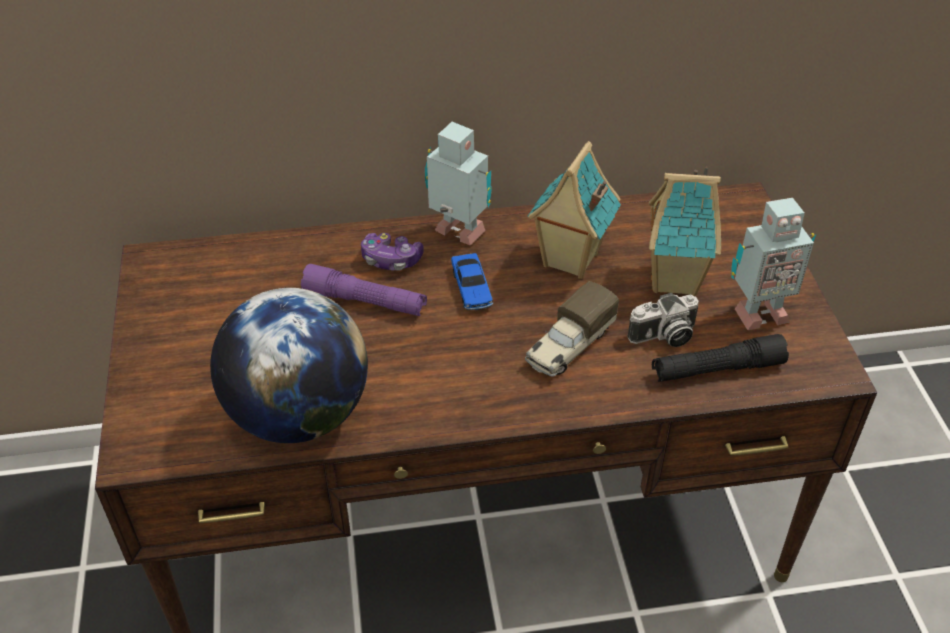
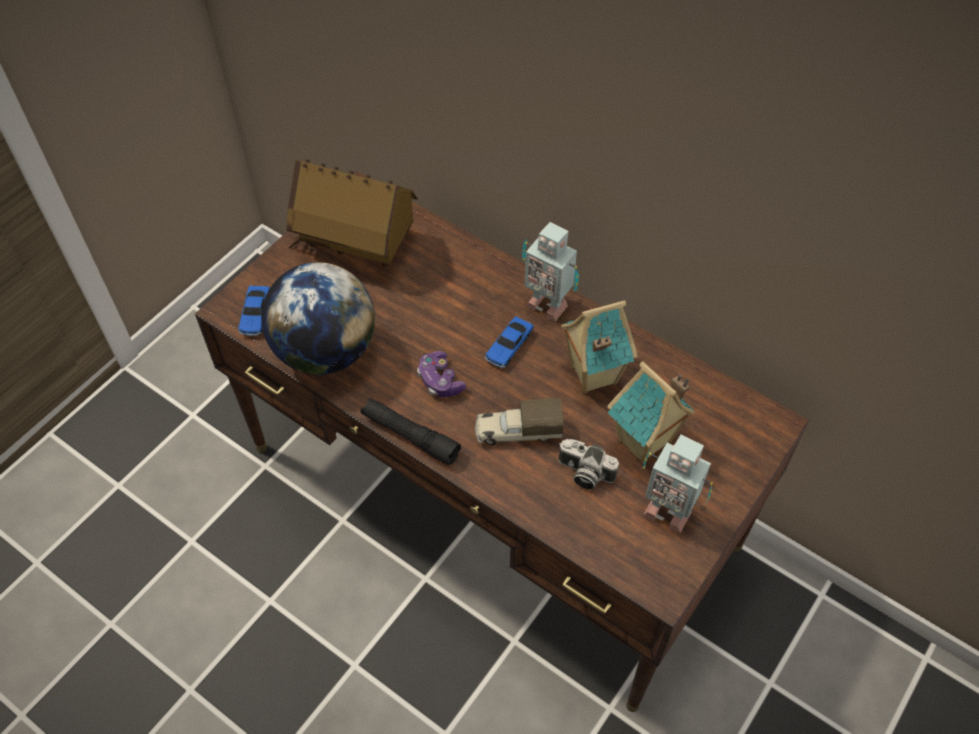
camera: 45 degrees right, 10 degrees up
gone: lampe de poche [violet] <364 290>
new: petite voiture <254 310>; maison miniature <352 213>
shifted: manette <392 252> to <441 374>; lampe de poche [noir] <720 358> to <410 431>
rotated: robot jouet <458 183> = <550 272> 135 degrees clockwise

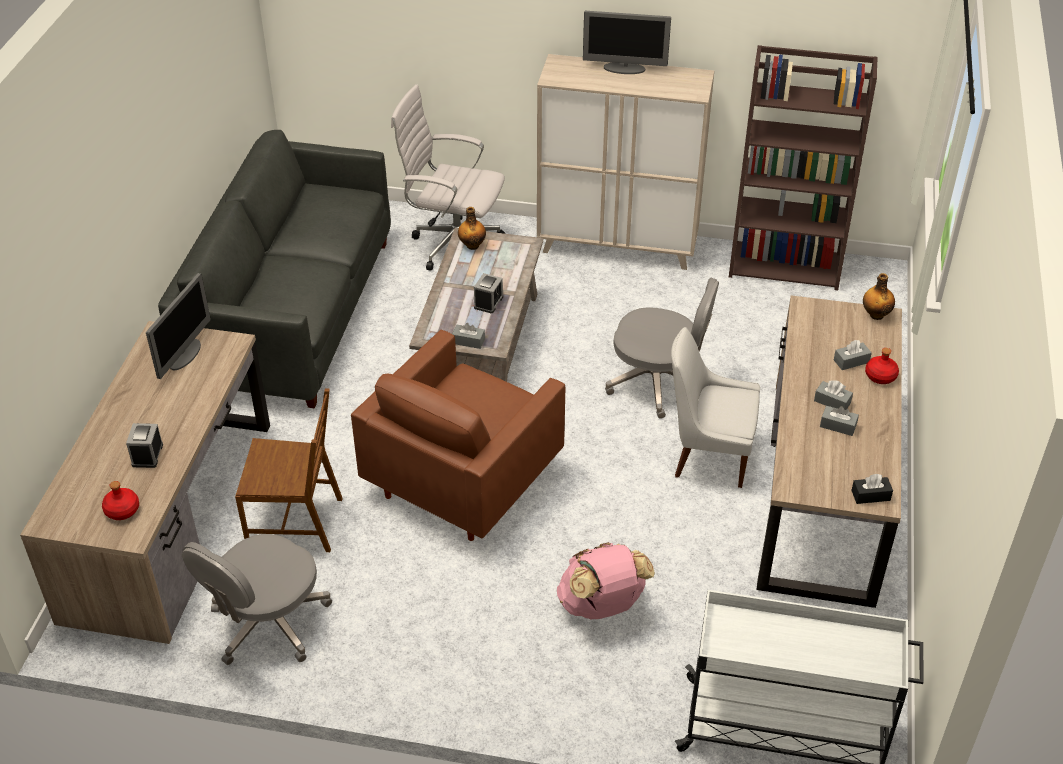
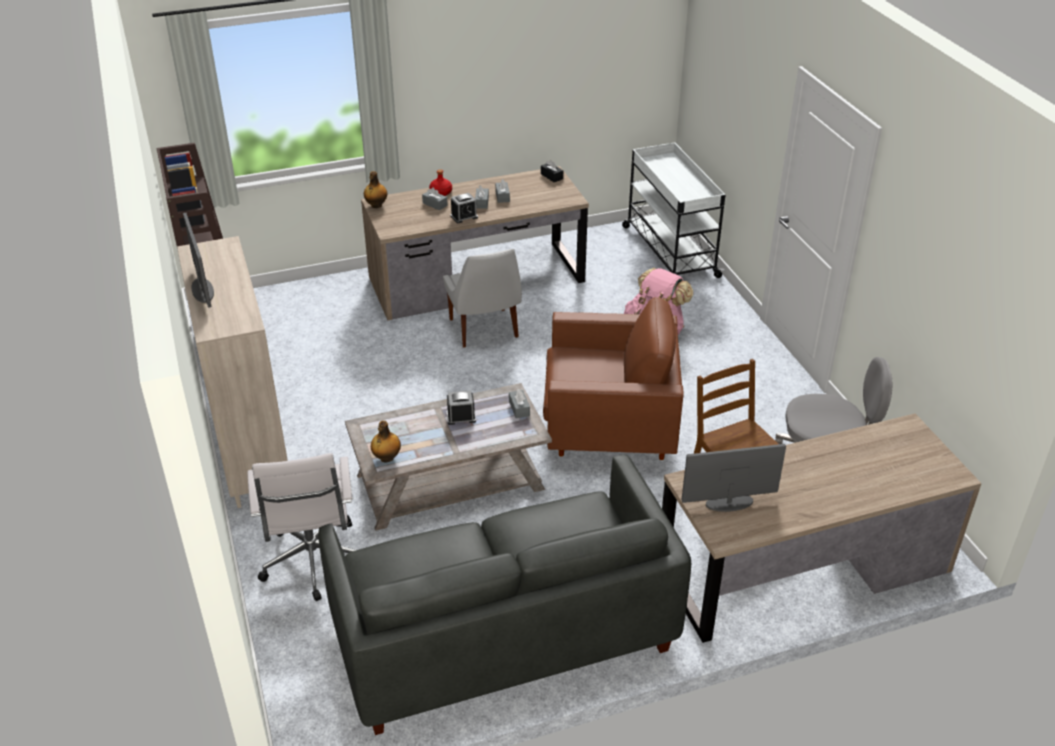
camera: 120 degrees left, 5 degrees down
gone: bouteille [rouge] <120 500>; chaise de bureau [gris] <662 348>
shifted: réveil <144 445> to <464 208>

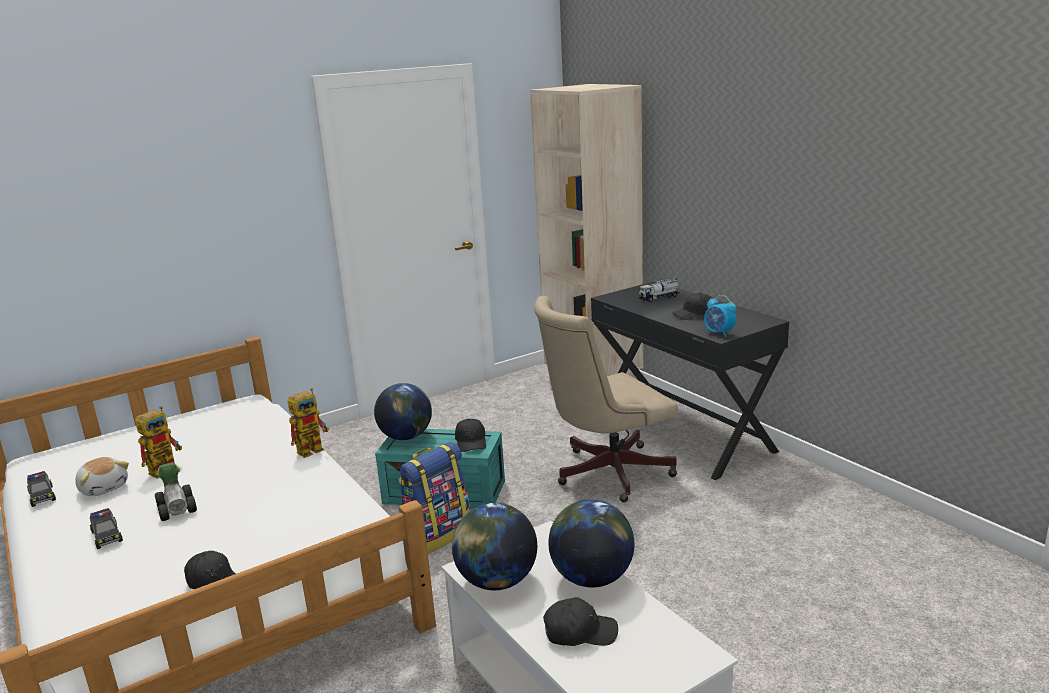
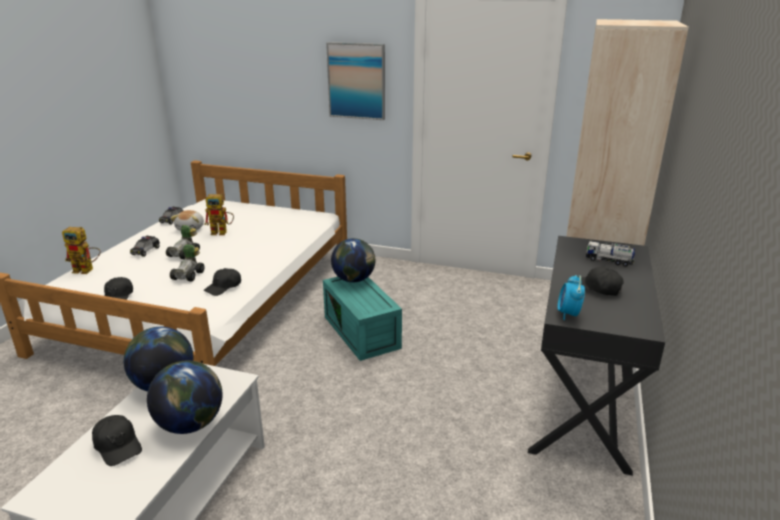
camera: 50 degrees right, 5 degrees up
gone: sac à dos <434 498>; chaise de bureau [beige] <606 399>
new: petite voiture <187 263>; tableau <355 81>
shifted: robot jouet <308 423> to <81 250>; casquette [noir] <470 435> to <222 282>

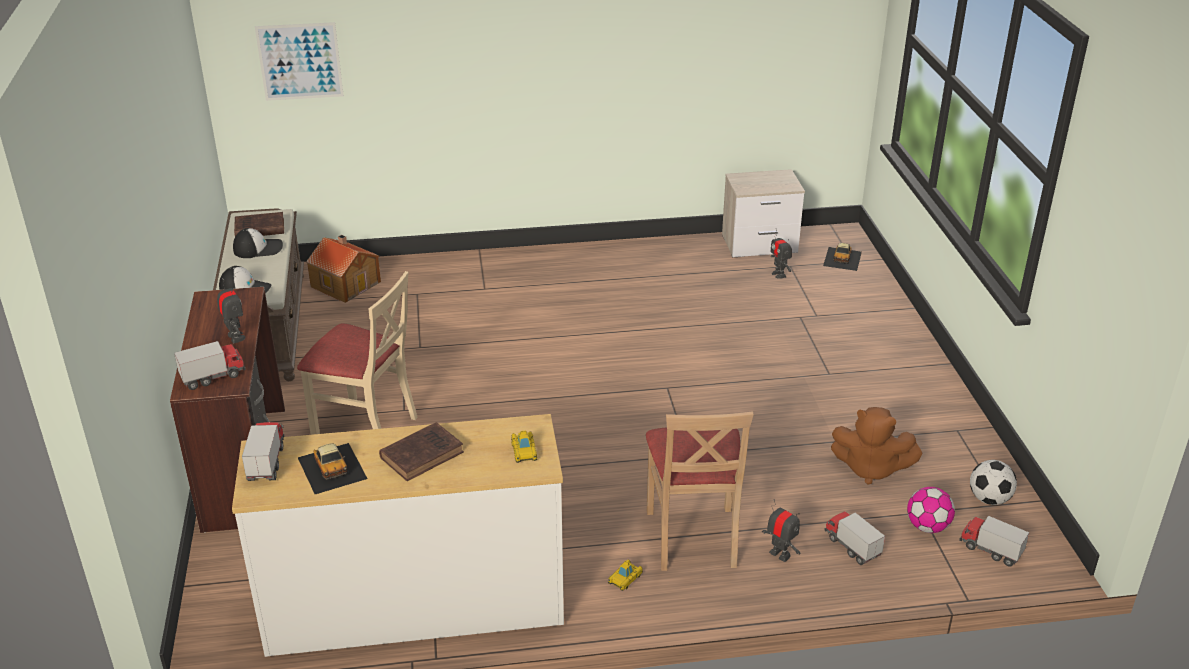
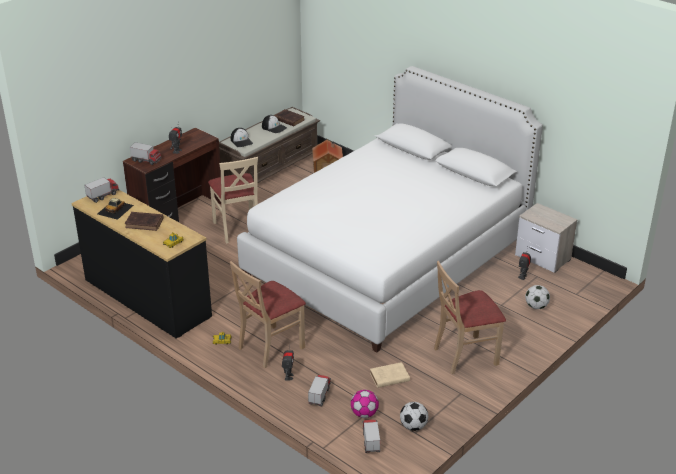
camera: 50 degrees right, 0 degrees up
gone: tableau <299 61>; petite voiture <842 257>
new: lit [blanc] <390 209>; chaise [beige] <470 317>; ballon de foot <537 297>
swapped: peluche [marron] <877 446> to livre [beige] <390 375>
repainted: commode [blanc] <398 535> to commode [noir] <142 264>

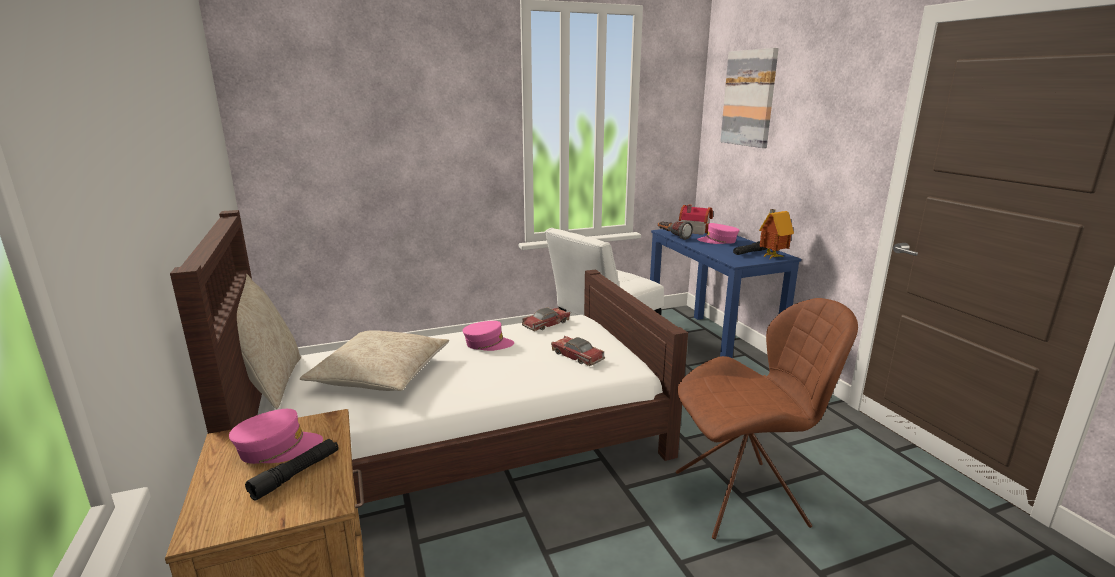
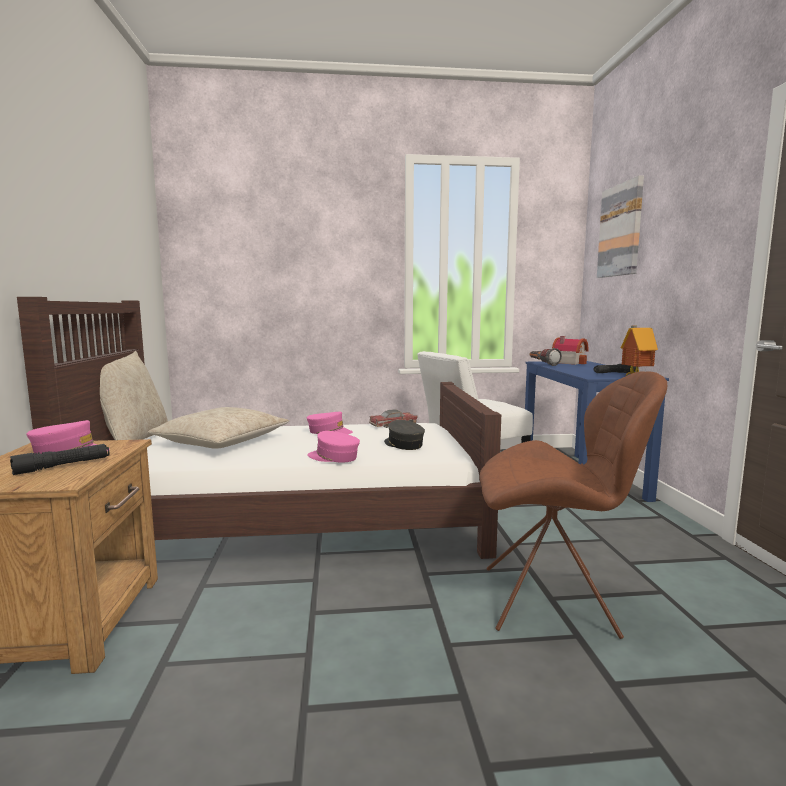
camera: 15 degrees right, 10 degrees down
shifted: casquette [rose] <718 233> to <333 446>
swapped: petite voiture <578 351> to casquette [gris] <404 435>

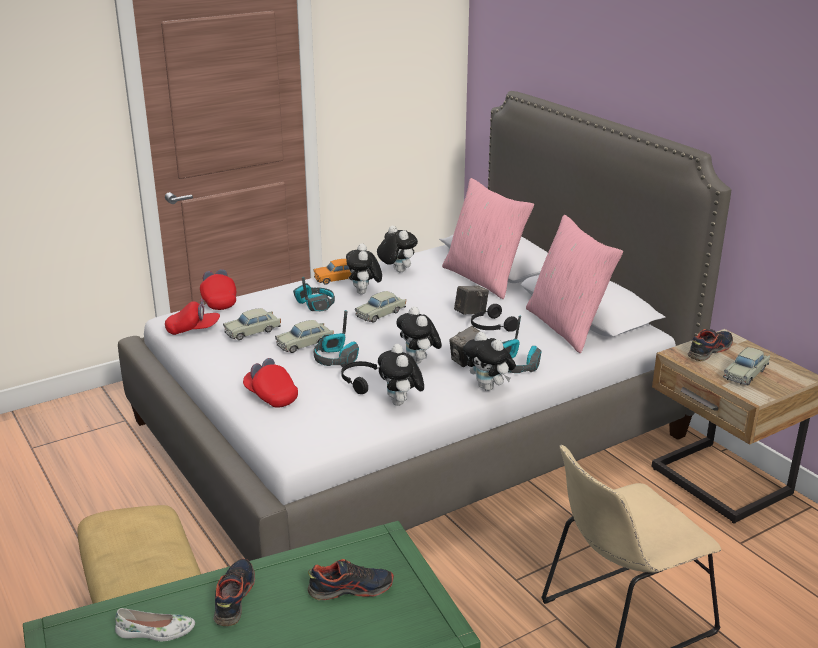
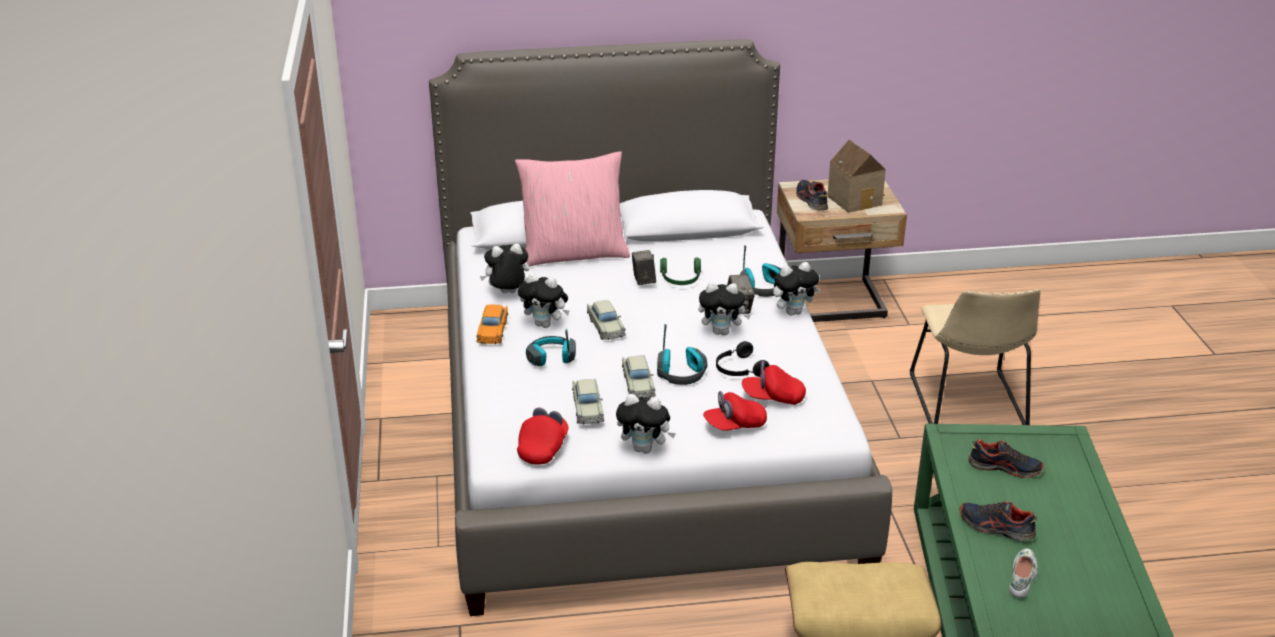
camera: 65 degrees left, 5 degrees up
gone: coussin [rose] <574 284>
shifted: casquette [rouge] <218 289> to <774 383>; peluche <401 375> to <646 424>
swapped: petite voiture [beige] <746 366> to maison miniature <856 176>
repainted: casque audio [noir] <494 318> to casque audio [vert] <680 271>
rotated: chaussure <351 580> = <1006 458> 90 degrees clockwise

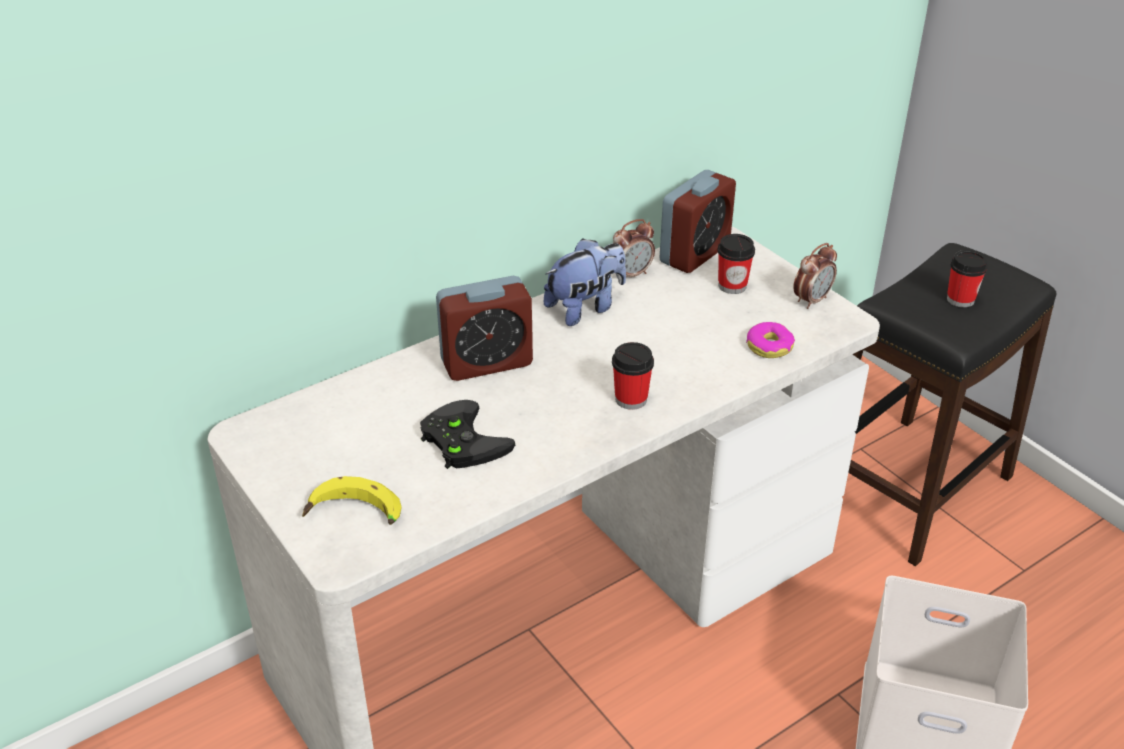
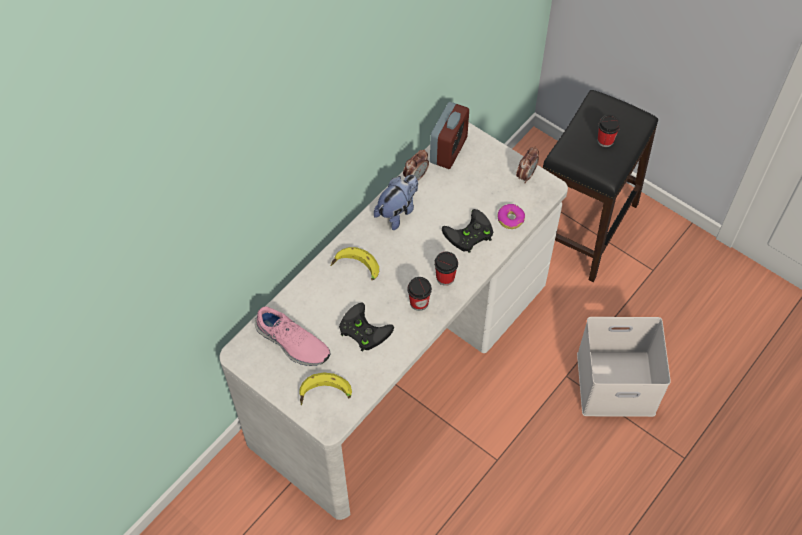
camera: 15 degrees left, 20 degrees up
new: chaussure [rose] <292 336>; manette [noir] <467 231>
shifted: tasse <736 264> to <419 294>
swapped: réveil <484 328> to banane <355 263>

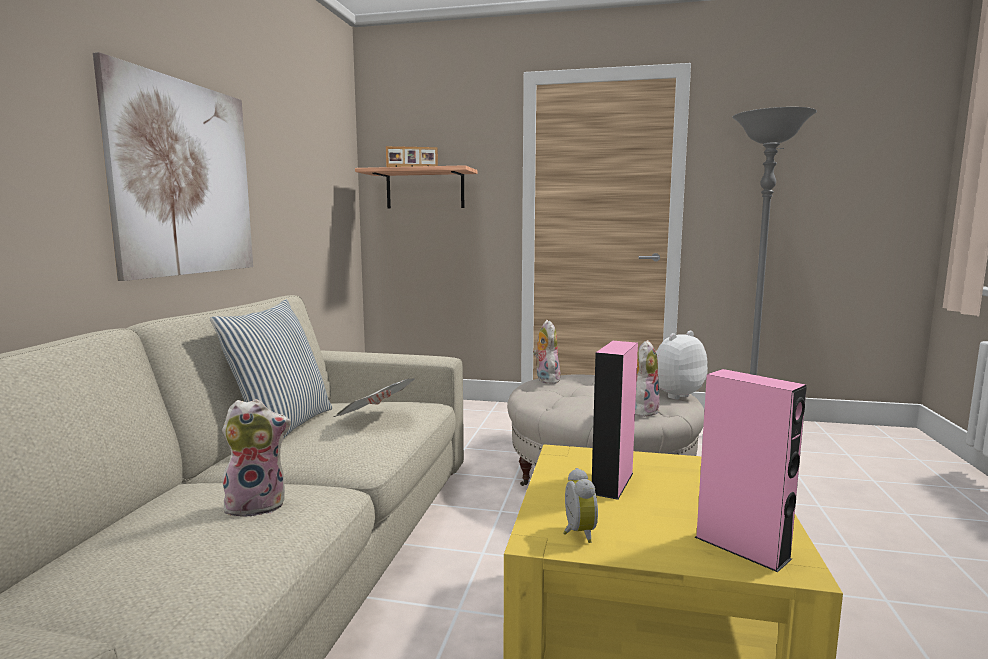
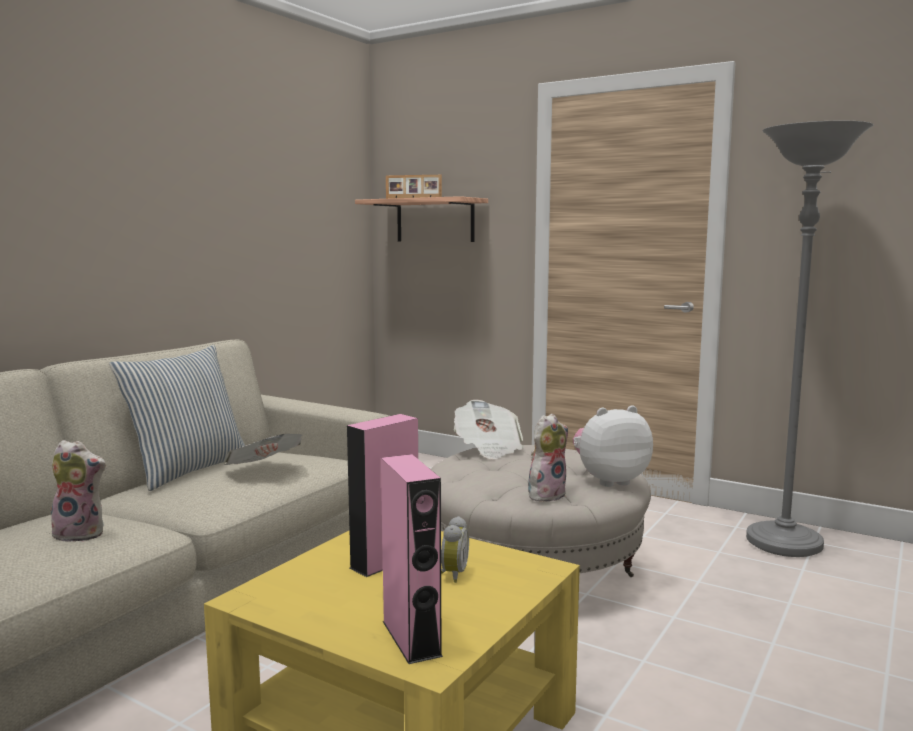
camera: 20 degrees right, 0 degrees up
gone: tableau <173 166>
shifted: réveil <580 505> to <455 549>
swapped: peluche <546 352> to journal <489 429>

